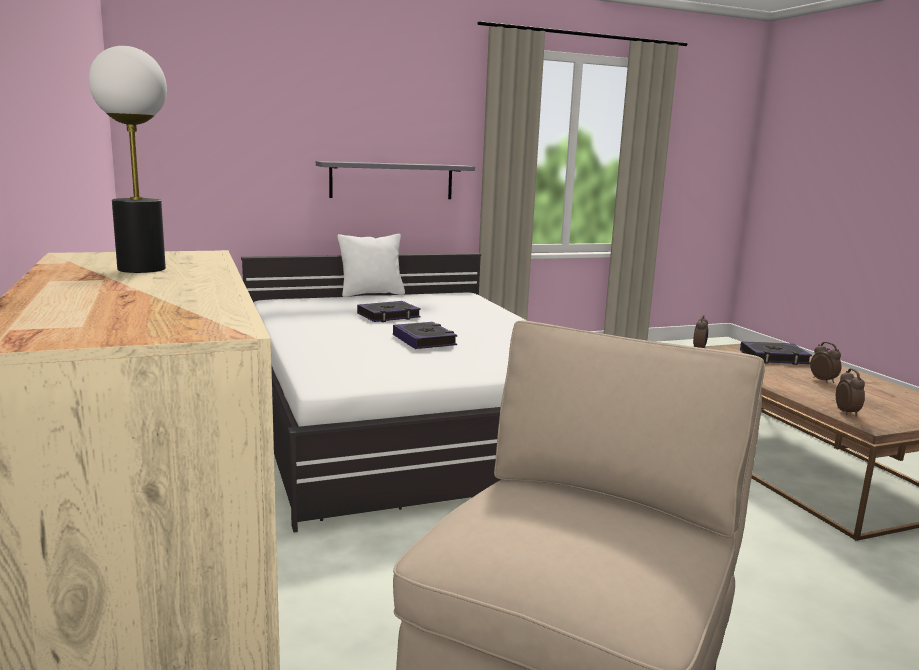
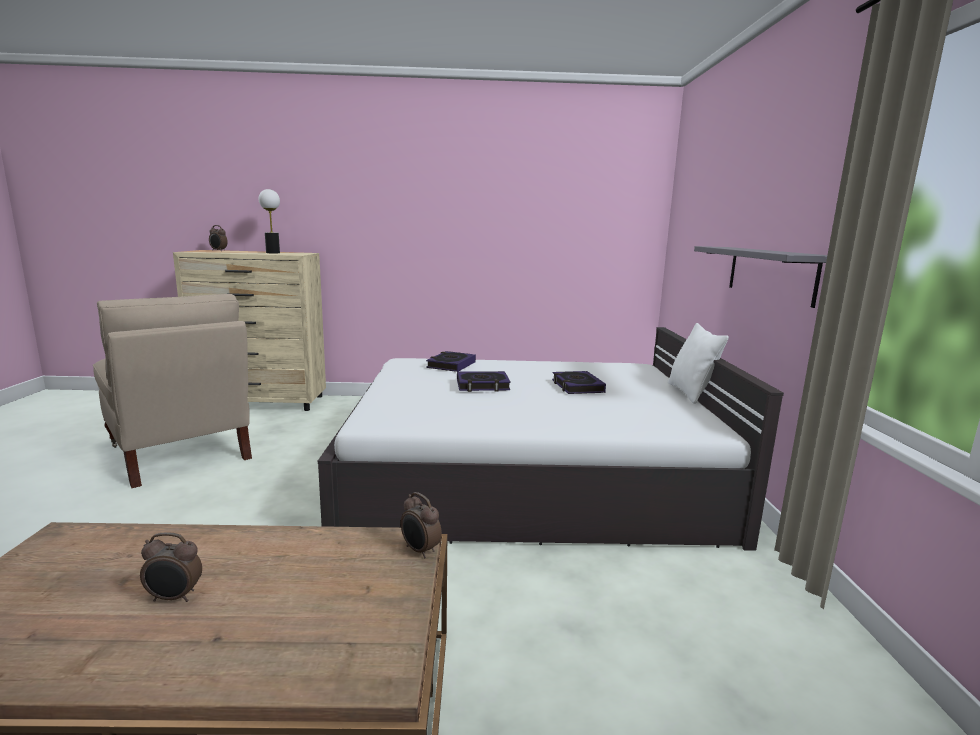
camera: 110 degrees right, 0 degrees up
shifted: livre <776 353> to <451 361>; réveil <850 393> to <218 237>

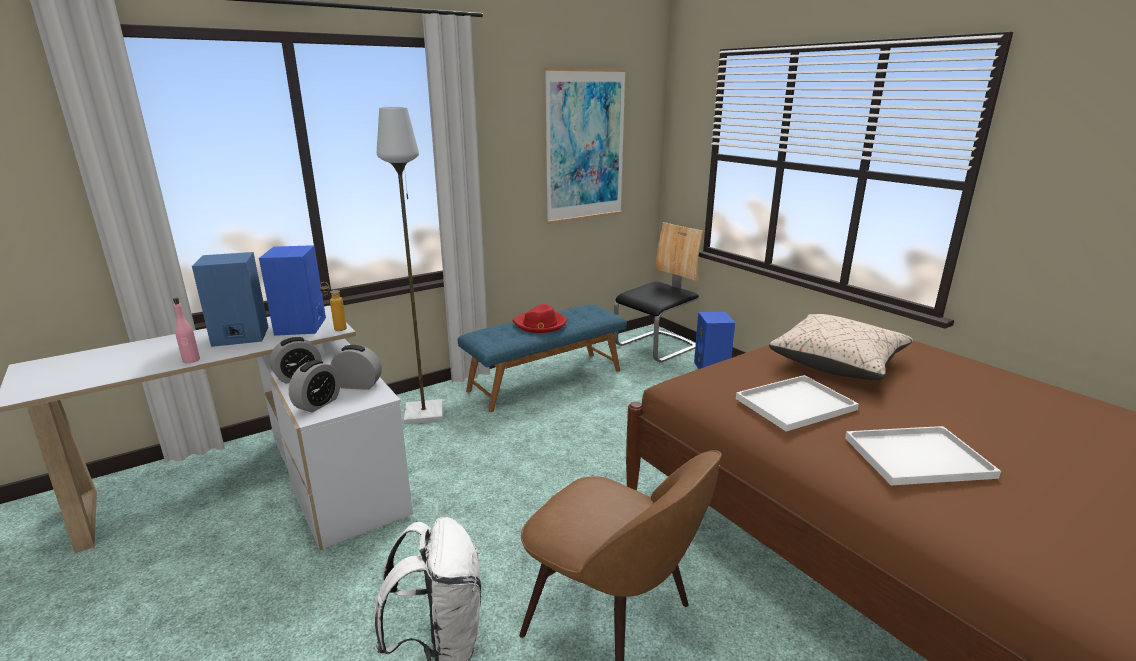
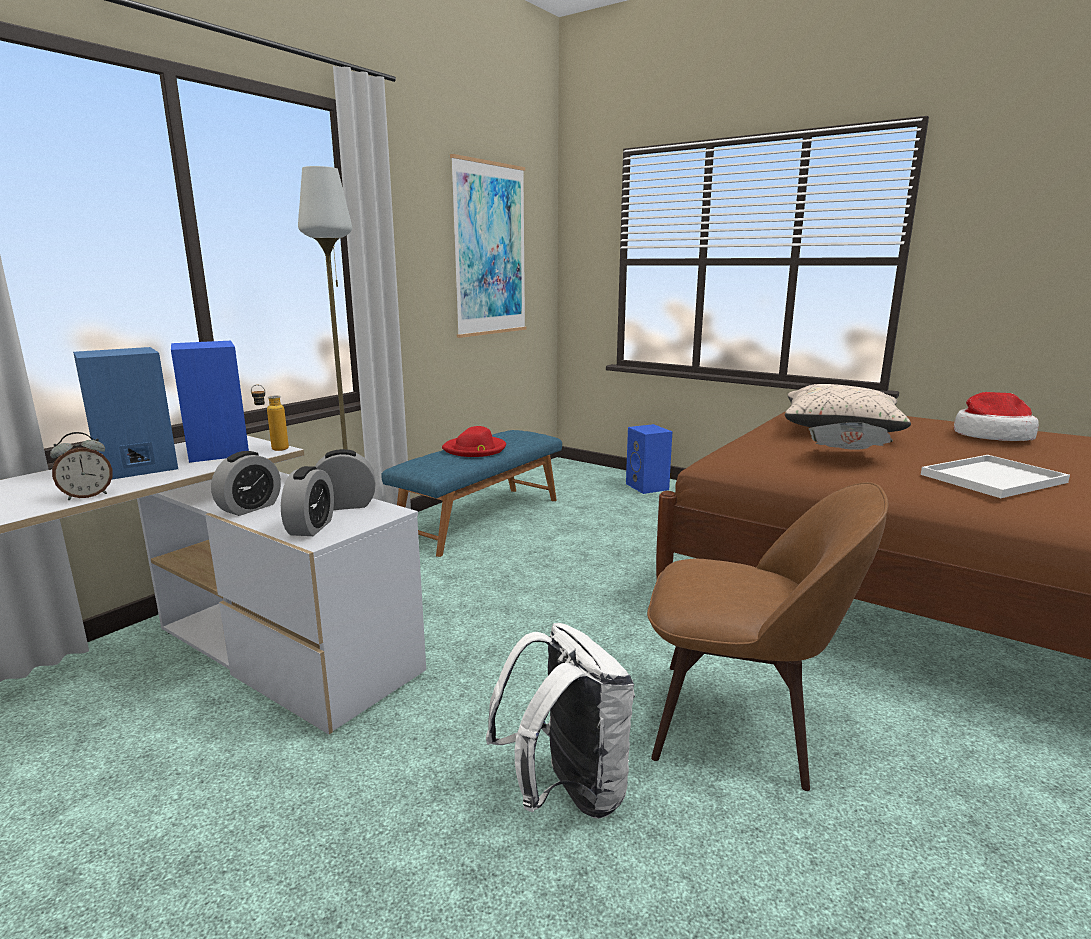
camera: 20 degrees left, 5 degrees down
gone: chaise <658 292>
new: chapeau <996 416>
swapped: bouteille [rose] <186 330> to réveil <81 466>; plateau [blanc] <797 403> to journal <851 436>

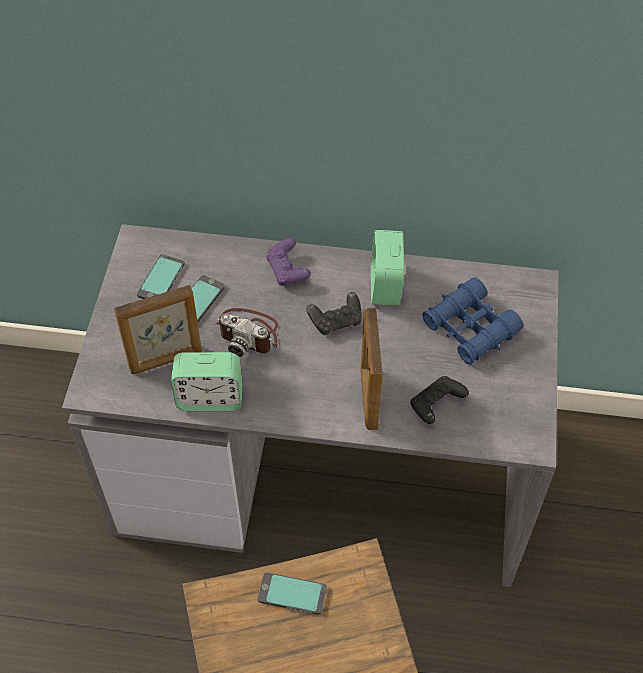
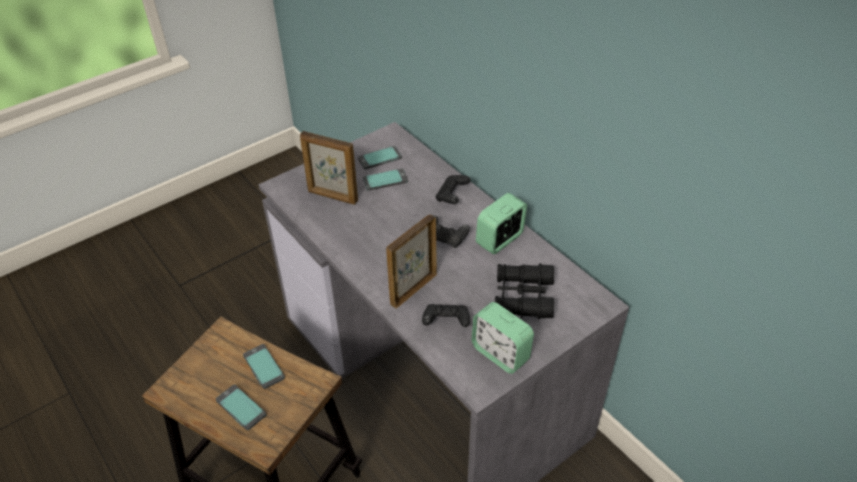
camera: 45 degrees right, 10 degrees down
gone: appareil photo <246 332>
new: téléphone <241 407>
shifted: réveil <206 381> to <502 338>
repainted: manette [violet] <288 262> to manette [noir] <453 189>; jumelles [bleu] <472 321> to jumelles [noir] <524 291>

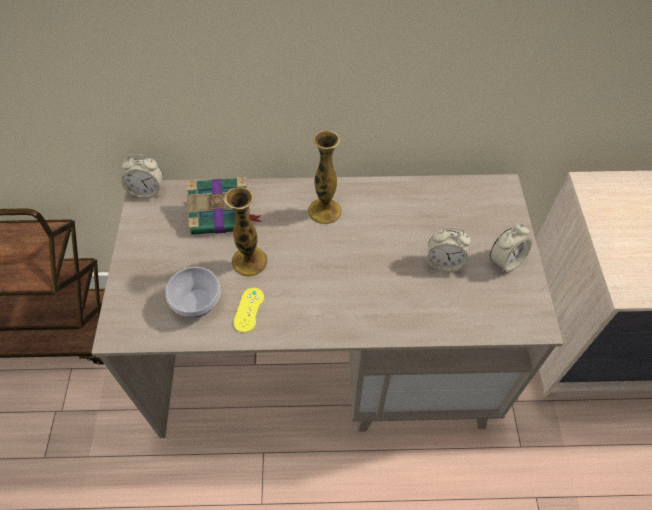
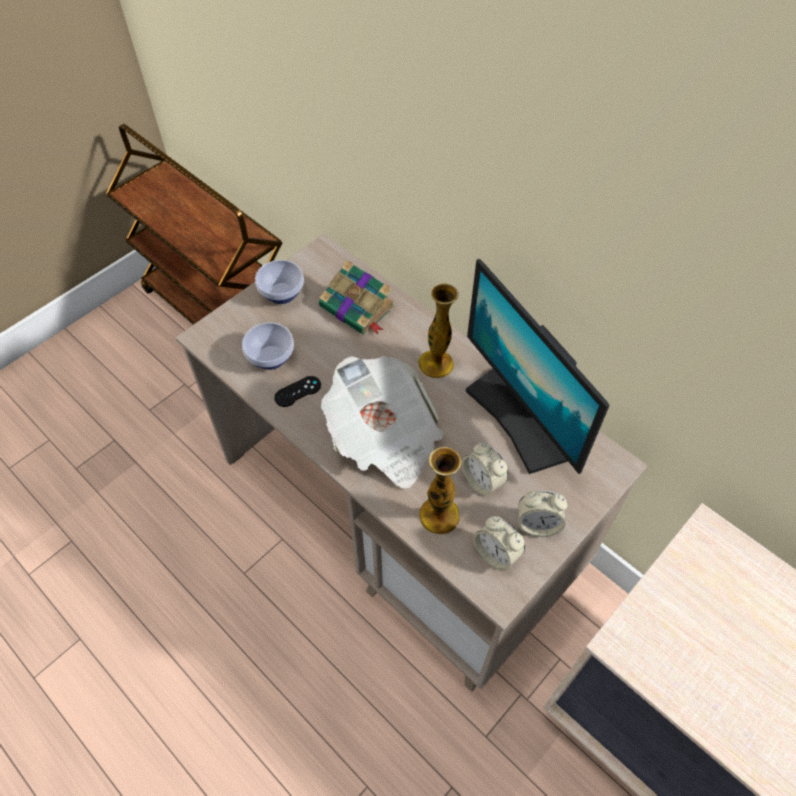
camera: 45 degrees right, 0 degrees up
new: bol <279 282>; journal <382 422>; écran d'ordinateur <538 366>
shifted: réveil <142 176> to <499 543>; vase <246 232> to <440 491>
repainted: manette [jaune] <248 310> to manette [noir] <297 391>

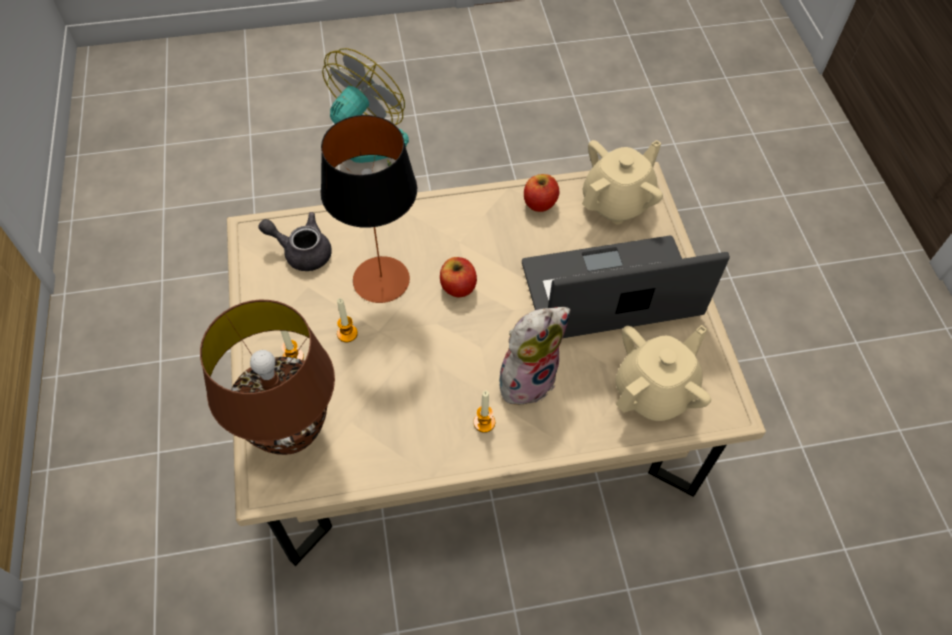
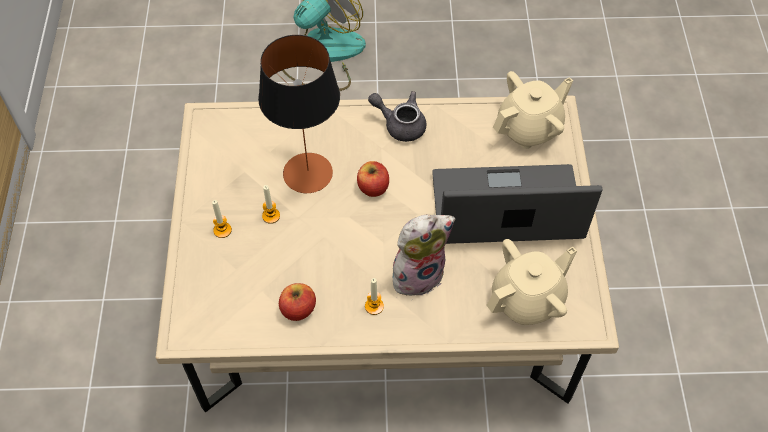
camera: 10 degrees right, 0 degrees up
gone: lampe de table [marron] <267 377>
shifted: théière [gris] <295 241> to <397 116>; pomme <541 193> to <297 302>

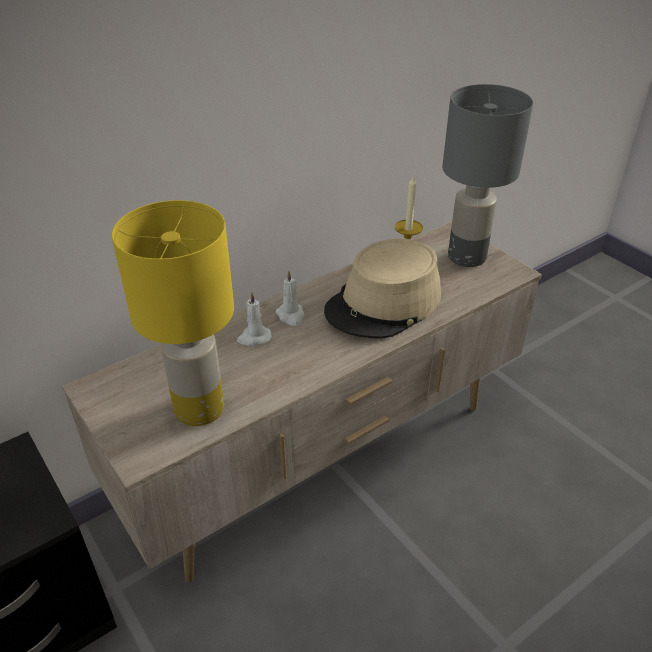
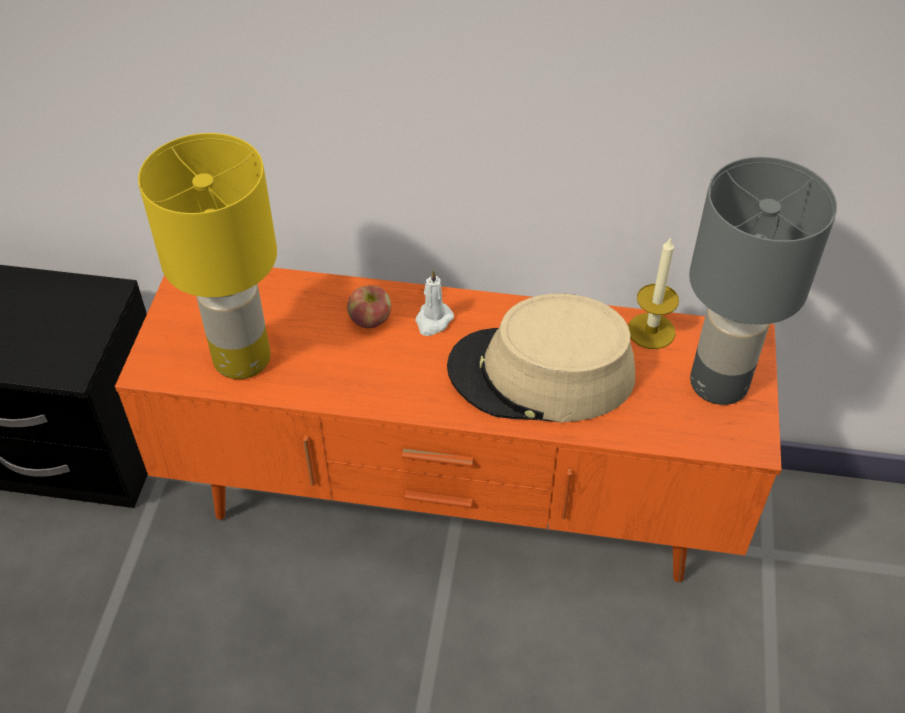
camera: 45 degrees right, 10 degrees up
swapped: bougie [blanc] <254 319> to pomme <369 306>
repainted: meuble télé [beige] <301 402> to meuble télé [orange] <448 425>

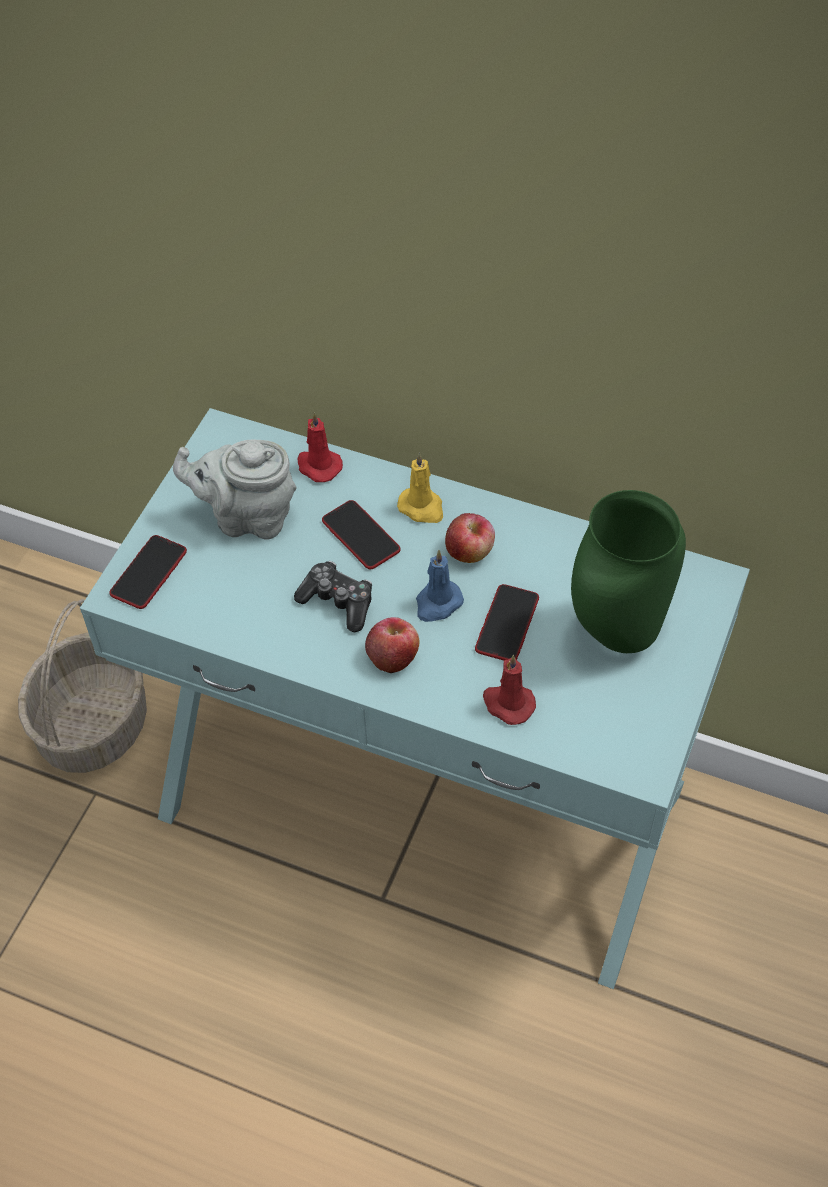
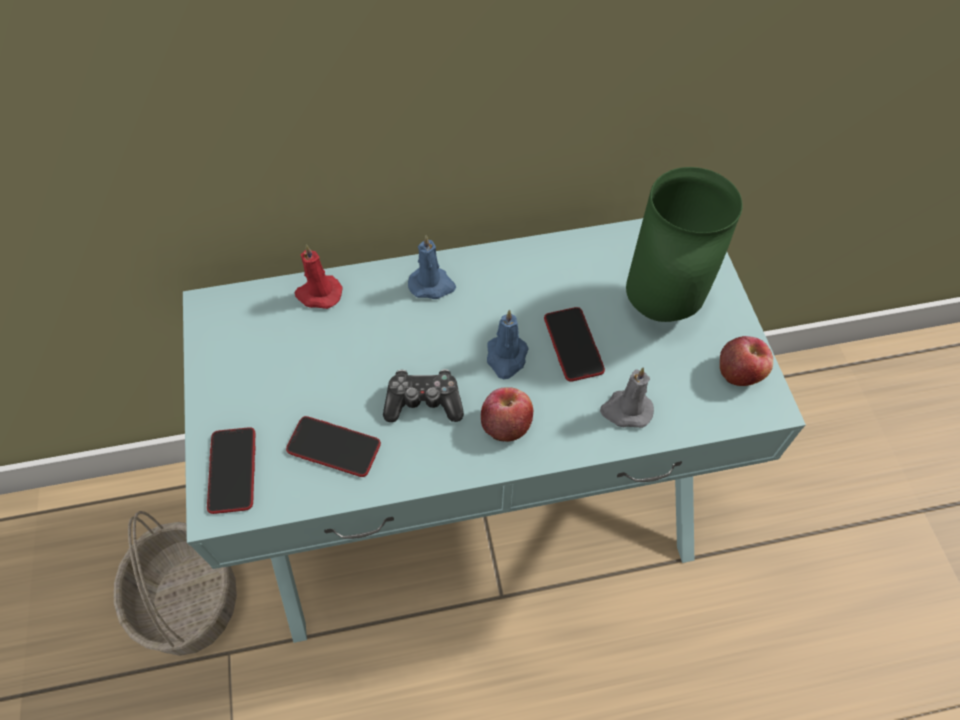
camera: 35 degrees left, 5 degrees up
gone: théière [gris] <235 489>
shifted: téléphone <361 535> to <333 446>; pomme <470 538> to <746 361>
repainted: bougie [jaune] <420 487> to bougie [bleu] <432 267>; bougie [rouge] <509 690> to bougie [gris] <627 397>

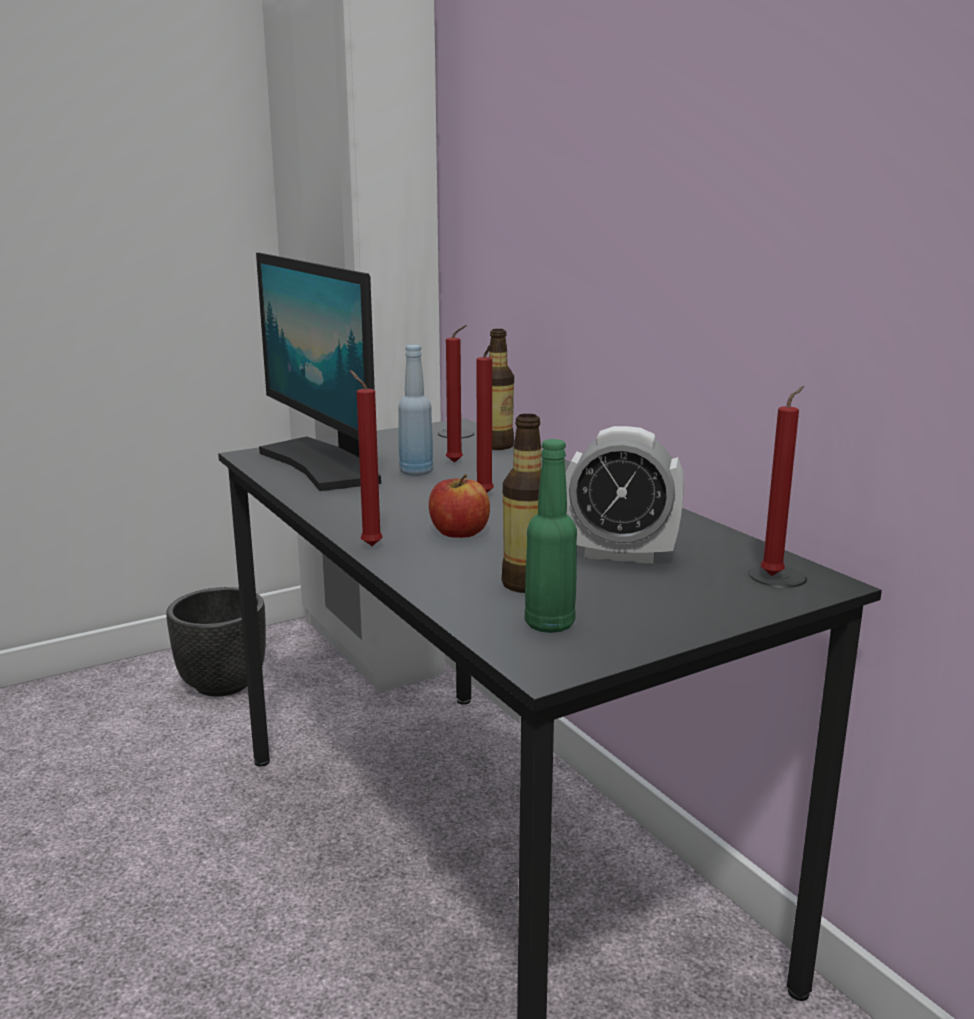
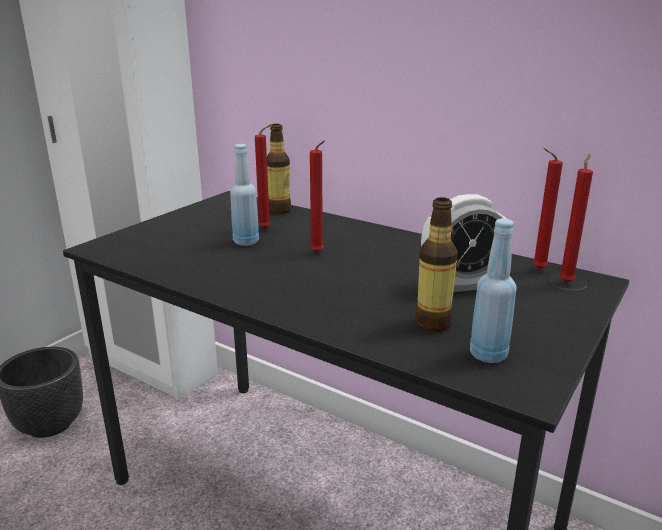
camera: 25 degrees left, 5 degrees up
gone: écran d'ordinateur <318 372>; pomme <459 506>
shifted: bougie [rouge] <366 458> to <547 209>
repainted: bouteille [vert] <551 536> to bouteille [bleu] <493 290>

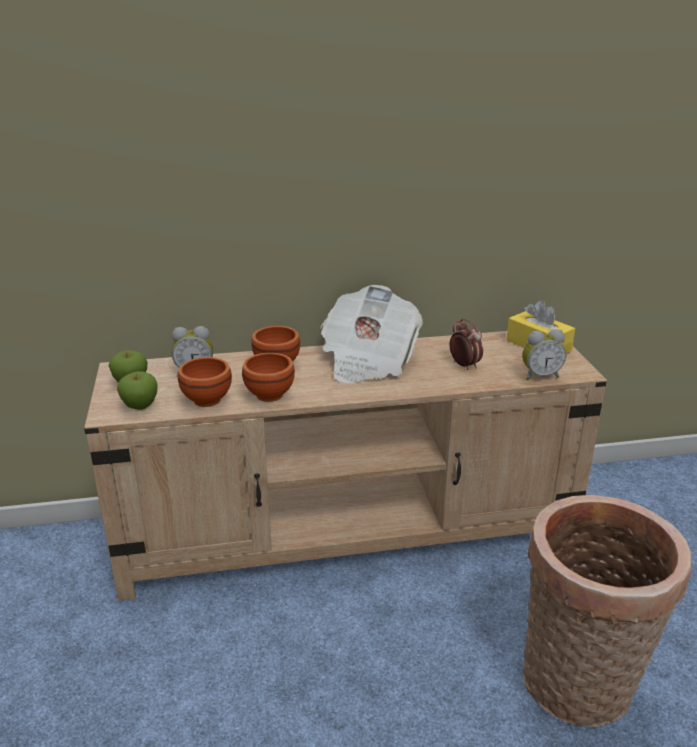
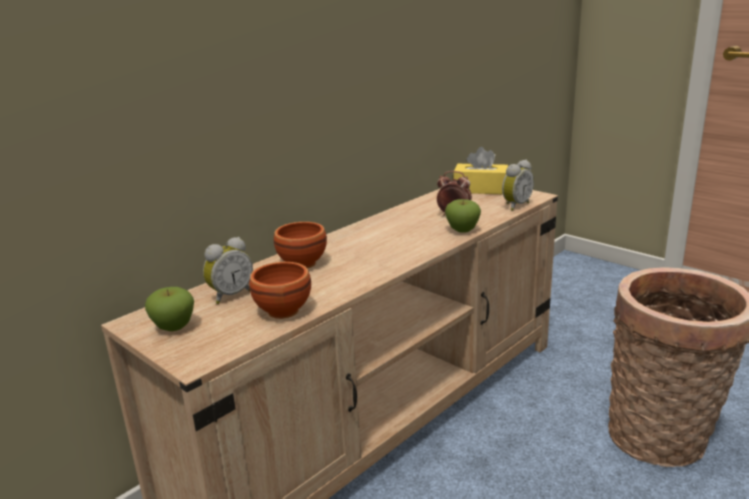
camera: 35 degrees left, 5 degrees down
gone: bol [marron] <268 377>; journal <371 334>
shifted: pomme <137 390> to <463 216>

